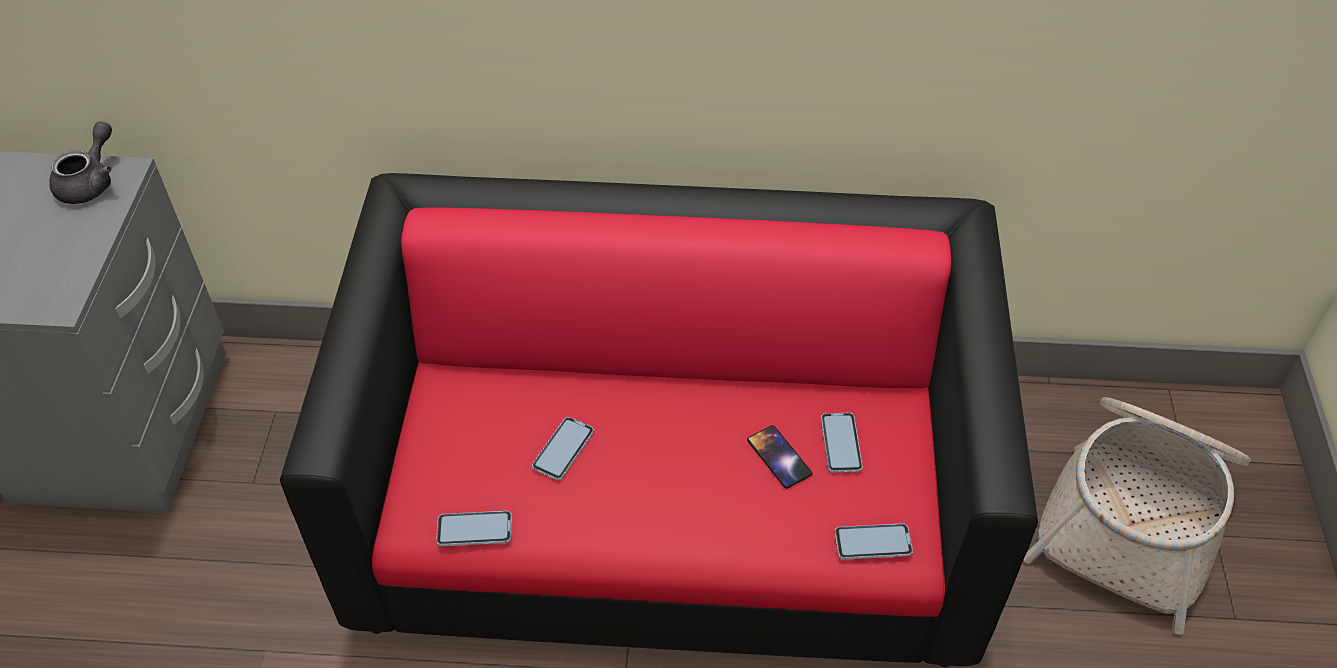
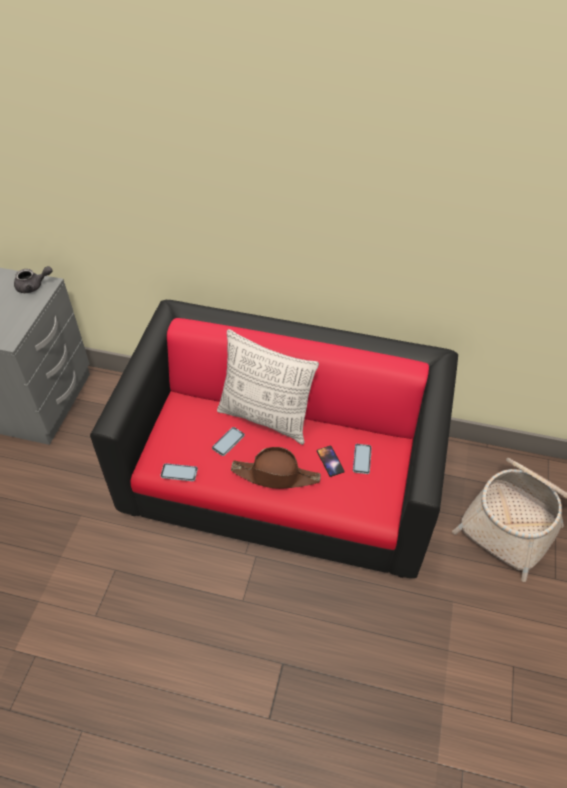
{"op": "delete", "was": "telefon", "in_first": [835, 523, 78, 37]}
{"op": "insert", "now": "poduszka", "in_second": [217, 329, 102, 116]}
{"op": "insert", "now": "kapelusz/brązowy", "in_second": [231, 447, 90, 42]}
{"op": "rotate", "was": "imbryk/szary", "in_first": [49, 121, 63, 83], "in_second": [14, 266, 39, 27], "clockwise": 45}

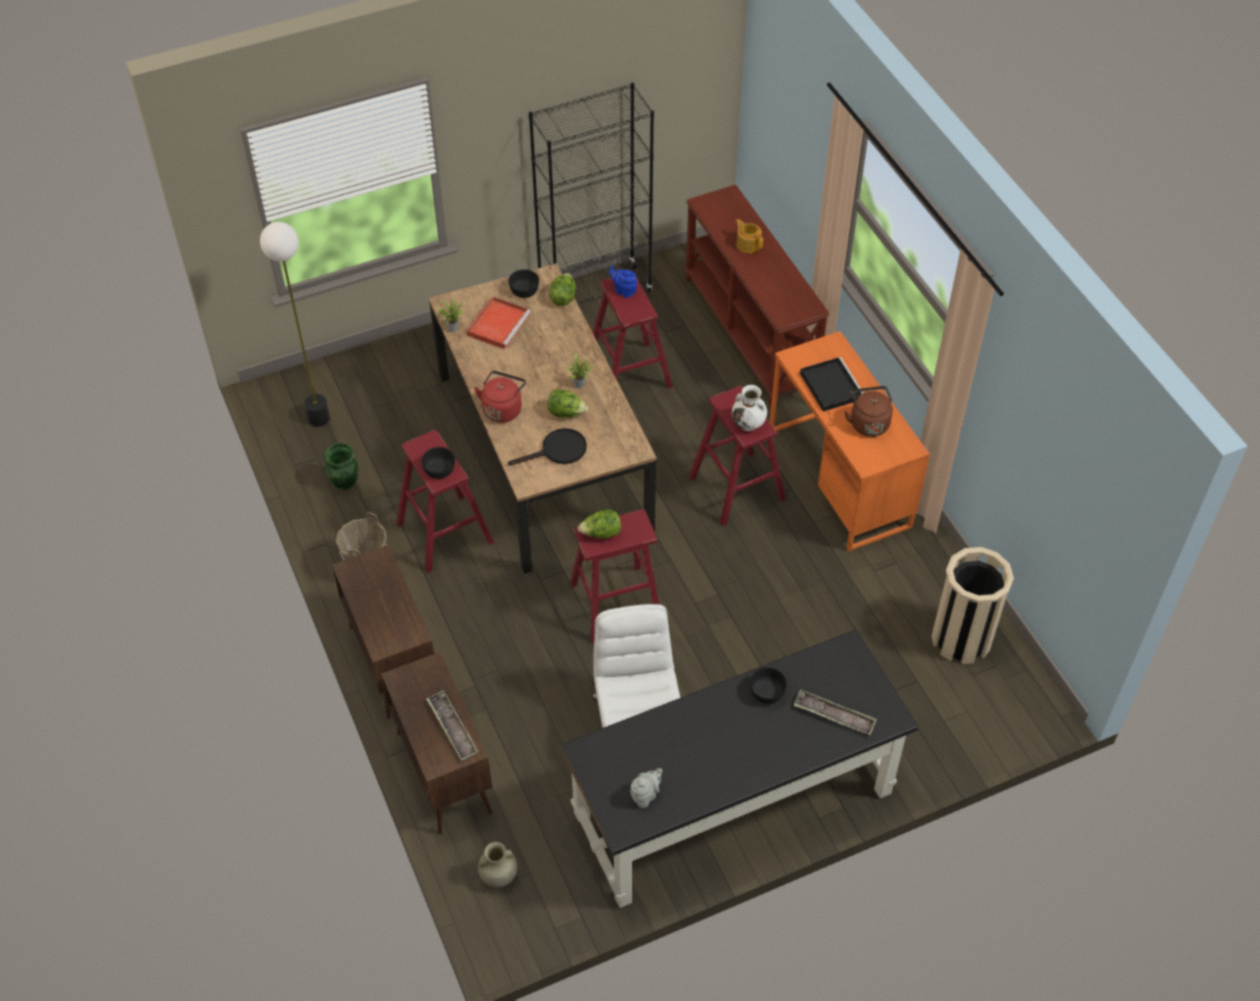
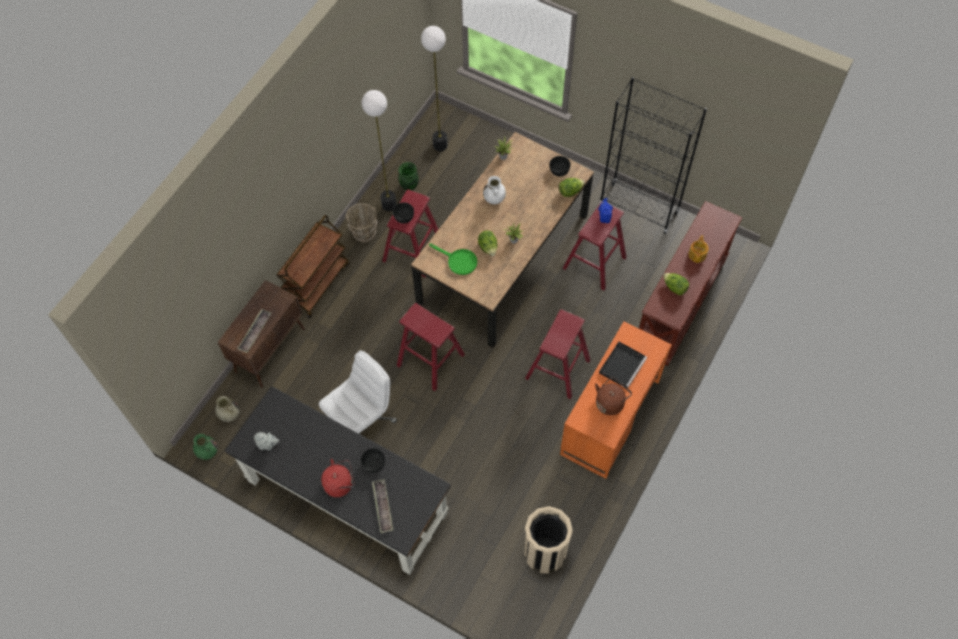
{"op": "delete", "was": "taca/czerwony", "in_first": [467, 296, 64, 53]}
{"op": "insert", "now": "wazon/zielony", "in_second": [193, 434, 25, 26]}
{"op": "insert", "now": "lampa stojąca", "in_second": [362, 90, 35, 121]}
{"op": "move", "was": "czajnik/czerwony", "in_first": [474, 371, 52, 52], "in_second": [321, 459, 34, 38]}
{"op": "move", "was": "sałata", "in_first": [578, 509, 43, 30], "in_second": [663, 273, 26, 22]}
{"op": "move", "was": "wazon/biały", "in_first": [732, 385, 35, 46], "in_second": [483, 176, 23, 28]}
{"op": "replace", "was": "szafka/brązowy", "now": "wózek/brązowy", "in_first": [332, 545, 102, 174], "in_second": [276, 215, 73, 103]}
{"op": "recolor", "was": "patelnia/czarny", "now": "patelnia/zielony", "in_first": [508, 428, 79, 37], "in_second": [429, 244, 48, 31]}

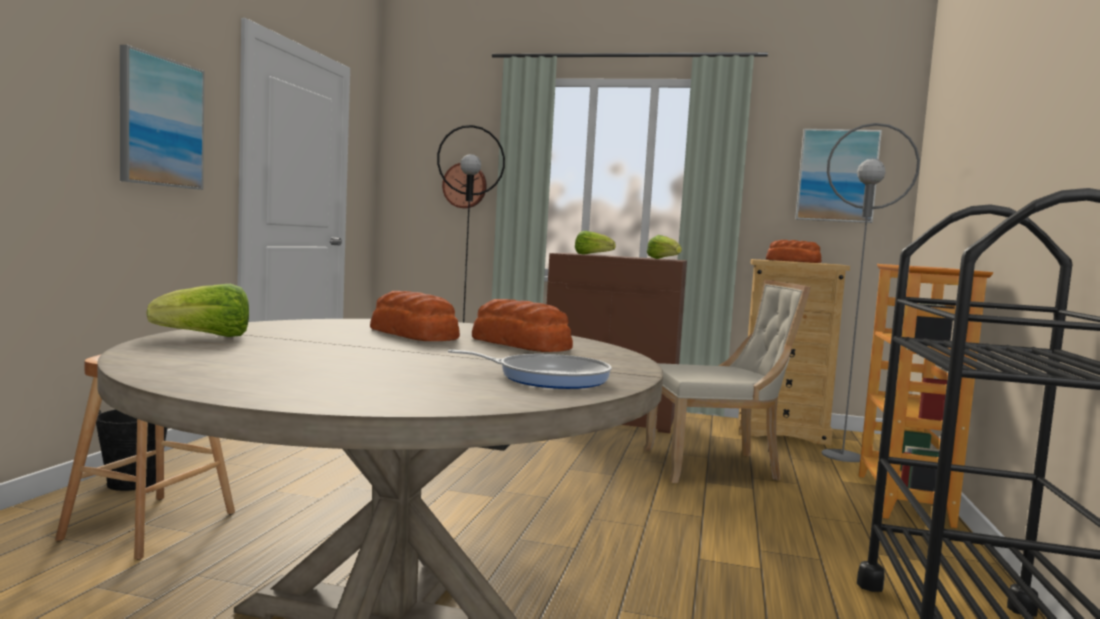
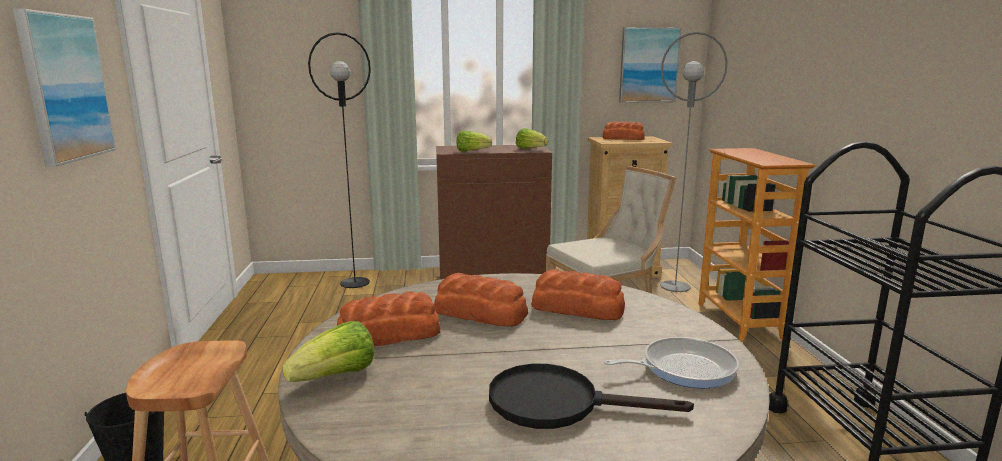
{"op": "delete", "was": "zegar ścienny", "in_first": [442, 163, 45, 45]}
{"op": "insert", "now": "chleb", "in_second": [337, 291, 103, 55]}
{"op": "insert", "now": "patelnia/czarny", "in_second": [489, 364, 205, 65]}

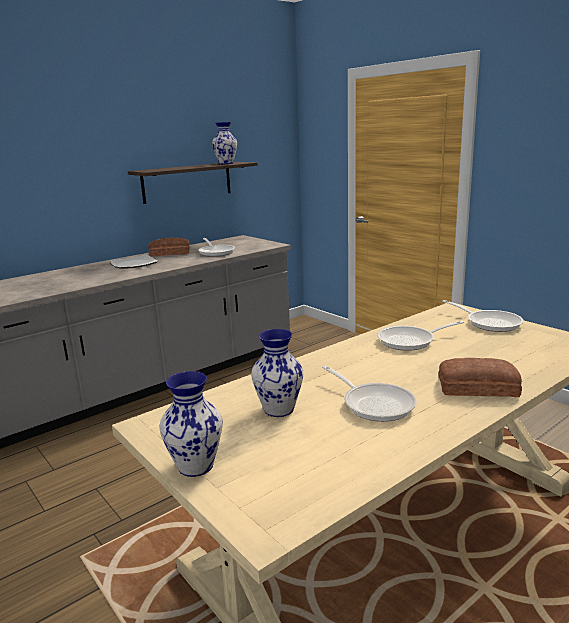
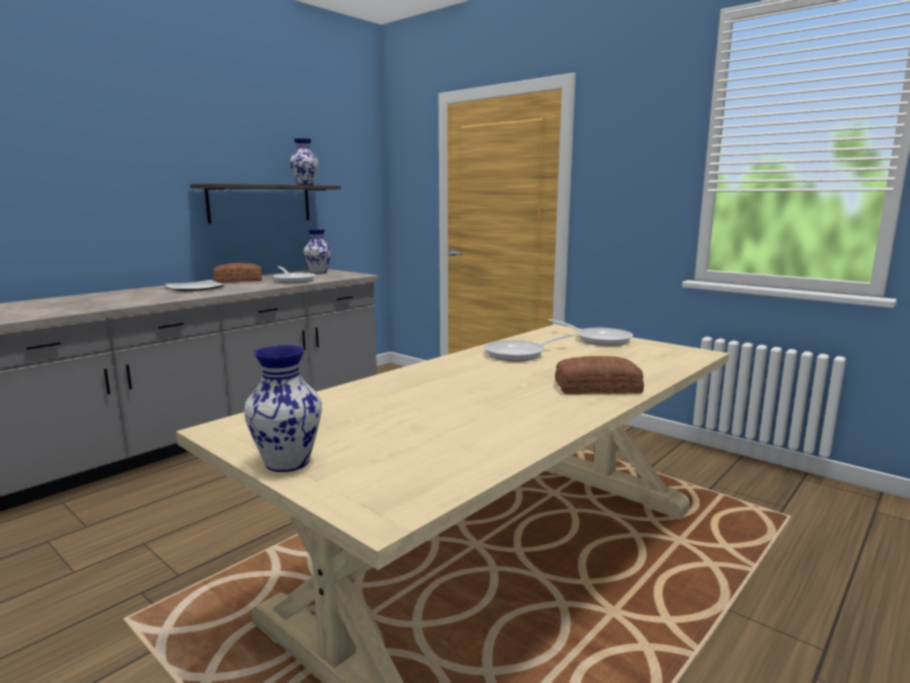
{"op": "delete", "was": "patelnia", "in_first": [322, 365, 95, 57]}
{"op": "move", "was": "wazon", "in_first": [251, 329, 52, 88], "in_second": [304, 229, 28, 45]}

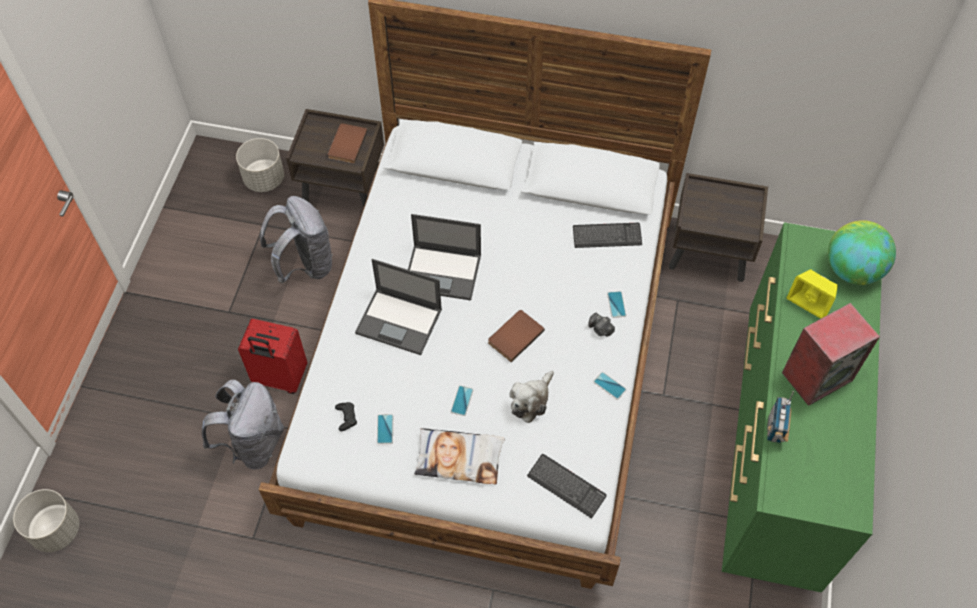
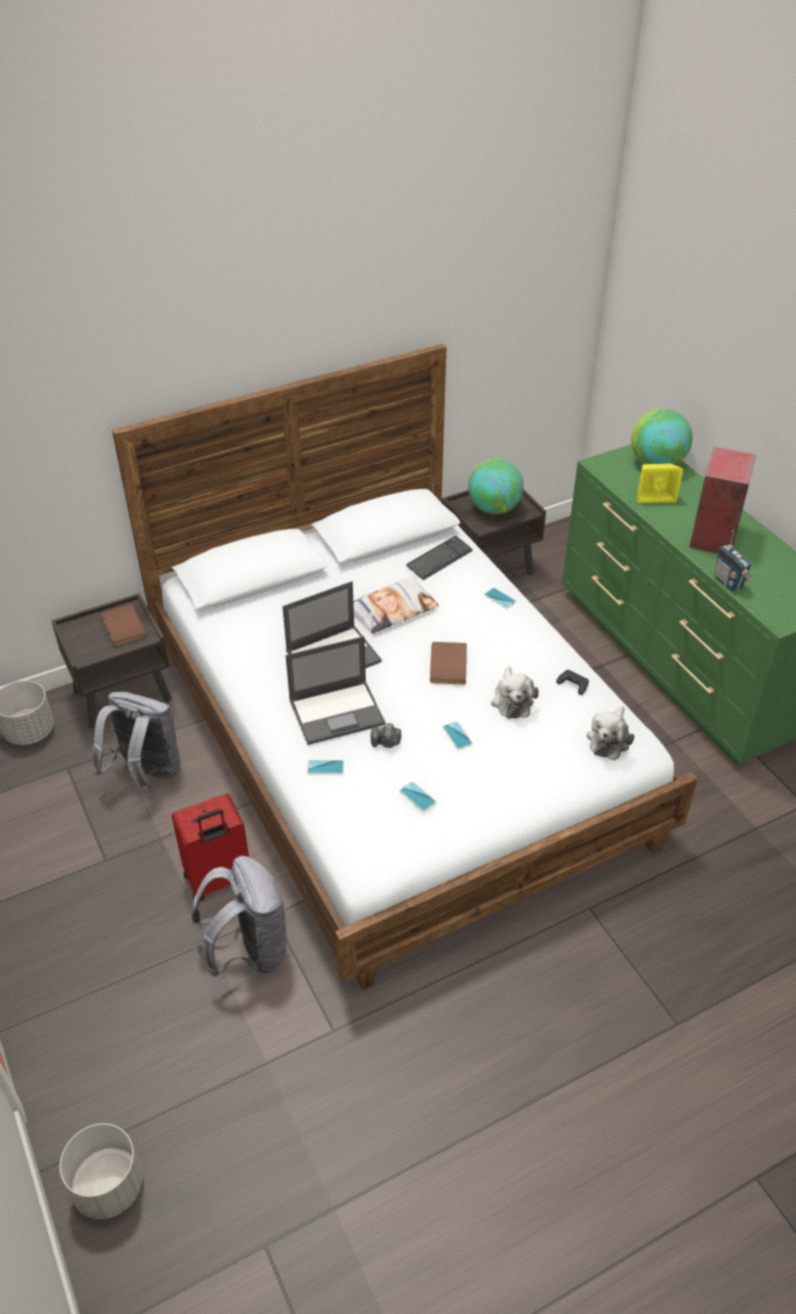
{"op": "insert", "now": "globus", "in_second": [468, 459, 56, 55]}
{"op": "move", "was": "pad do gier/czarny", "in_first": [335, 402, 22, 29], "in_second": [556, 670, 33, 25]}
{"op": "move", "was": "poduszka", "in_first": [414, 428, 91, 56], "in_second": [353, 576, 86, 58]}
{"op": "move", "was": "aparat fotograficzny", "in_first": [589, 313, 26, 24], "in_second": [370, 723, 31, 25]}
{"op": "move", "was": "telefon", "in_first": [593, 372, 33, 28], "in_second": [307, 760, 37, 14]}
{"op": "replace", "was": "klawiatura", "now": "pluszak", "in_first": [527, 454, 80, 65], "in_second": [587, 706, 47, 54]}

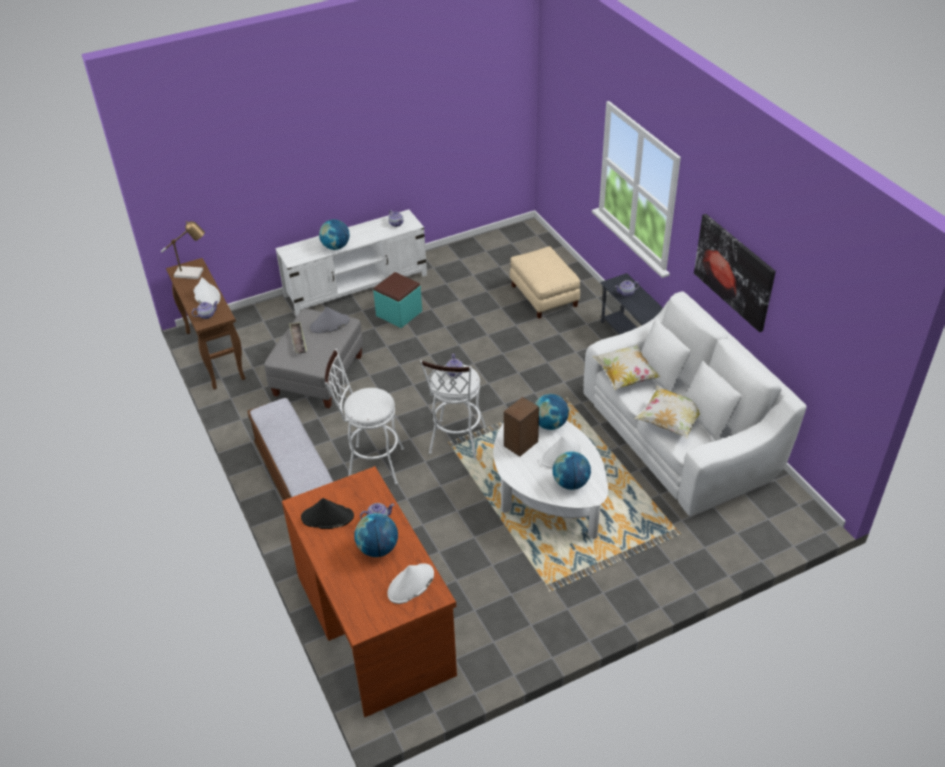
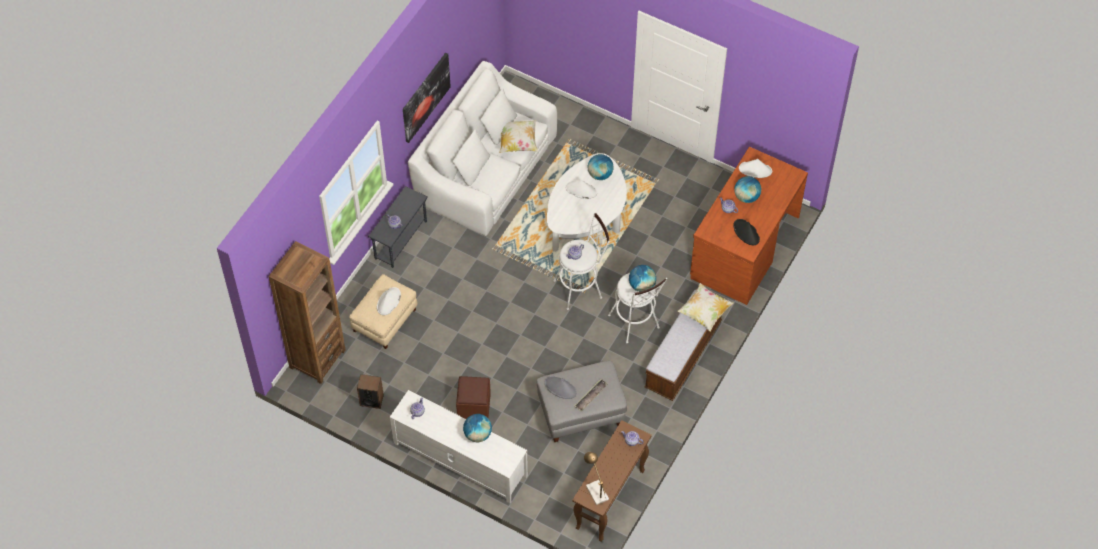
{"op": "insert", "now": "regał/brązowy", "in_second": [268, 241, 78, 143]}
{"op": "move", "was": "kapelusz/biały", "in_first": [194, 277, 26, 28], "in_second": [377, 287, 24, 28]}
{"op": "move", "was": "głośnik", "in_first": [504, 397, 35, 59], "in_second": [357, 374, 27, 35]}
{"op": "move", "was": "globus", "in_first": [535, 394, 34, 36], "in_second": [629, 265, 27, 27]}
{"op": "move", "was": "poduszka", "in_first": [592, 345, 68, 45], "in_second": [678, 283, 56, 49]}
{"op": "recolor", "was": "pufa/turkusowy", "now": "pufa/brązowy", "in_first": [373, 272, 49, 56], "in_second": [456, 376, 35, 43]}

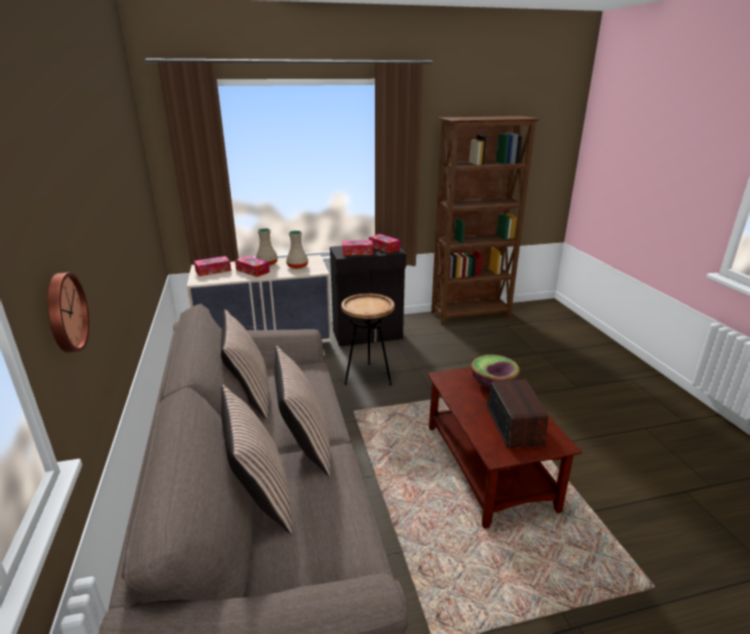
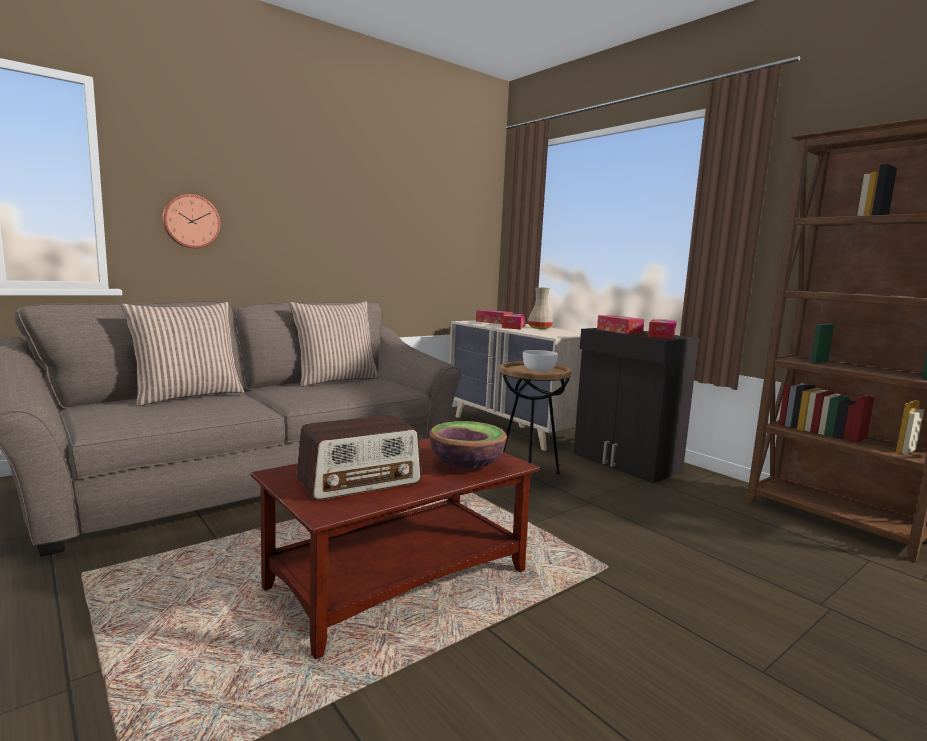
{"op": "delete", "was": "poduszka", "in_first": [274, 346, 57, 130]}
{"op": "delete", "was": "wazon/beżowy", "in_first": [286, 230, 22, 39]}
{"op": "insert", "now": "miska/biały", "in_second": [523, 350, 35, 21]}

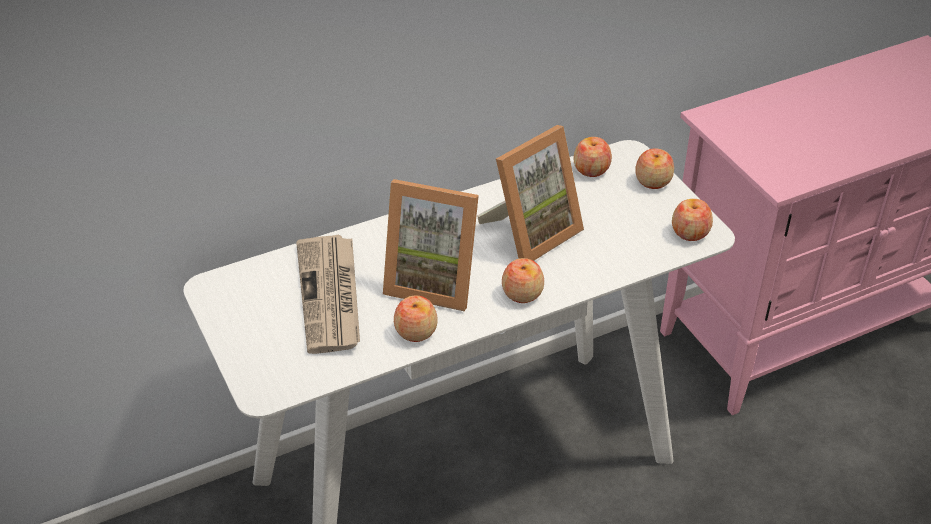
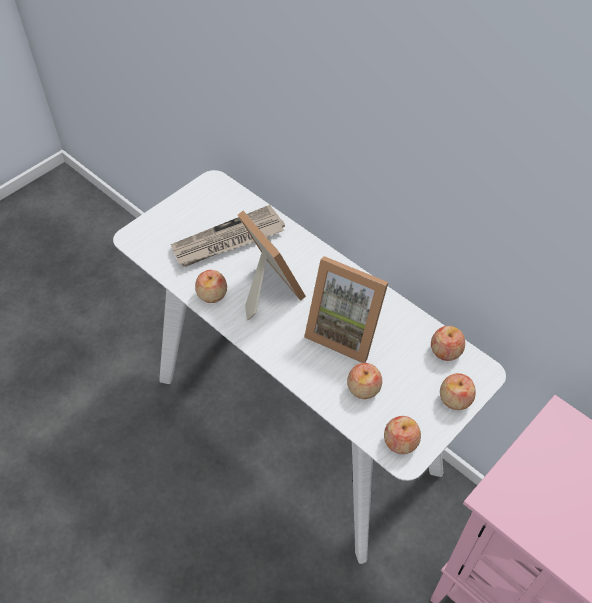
{"op": "move", "was": "jabłko", "in_first": [502, 258, 42, 45], "in_second": [347, 363, 35, 36]}
{"op": "rotate", "was": "ramka na zdjęcie", "in_first": [383, 179, 96, 132], "in_second": [238, 211, 68, 109], "clockwise": 150}

